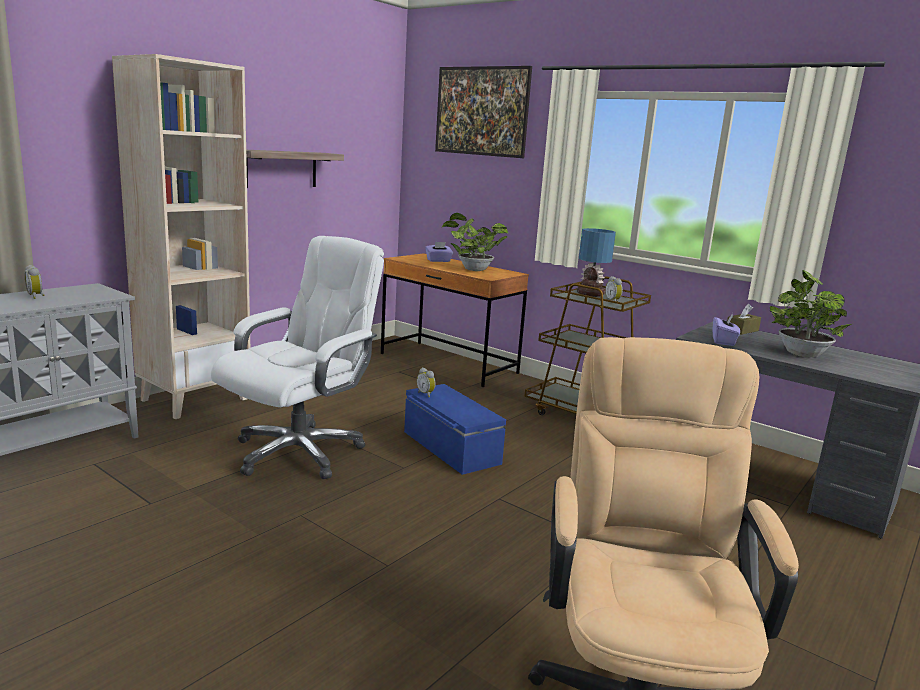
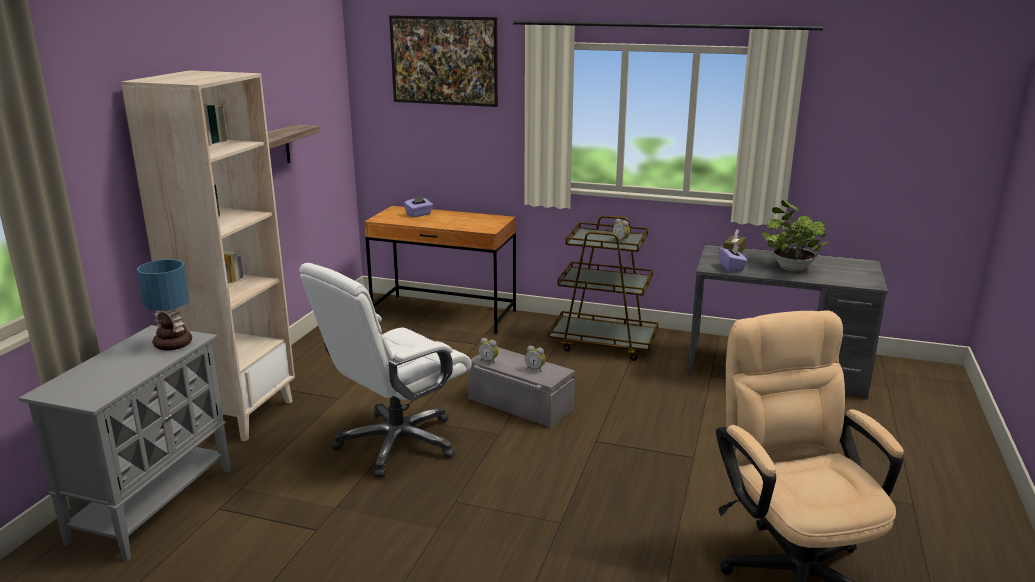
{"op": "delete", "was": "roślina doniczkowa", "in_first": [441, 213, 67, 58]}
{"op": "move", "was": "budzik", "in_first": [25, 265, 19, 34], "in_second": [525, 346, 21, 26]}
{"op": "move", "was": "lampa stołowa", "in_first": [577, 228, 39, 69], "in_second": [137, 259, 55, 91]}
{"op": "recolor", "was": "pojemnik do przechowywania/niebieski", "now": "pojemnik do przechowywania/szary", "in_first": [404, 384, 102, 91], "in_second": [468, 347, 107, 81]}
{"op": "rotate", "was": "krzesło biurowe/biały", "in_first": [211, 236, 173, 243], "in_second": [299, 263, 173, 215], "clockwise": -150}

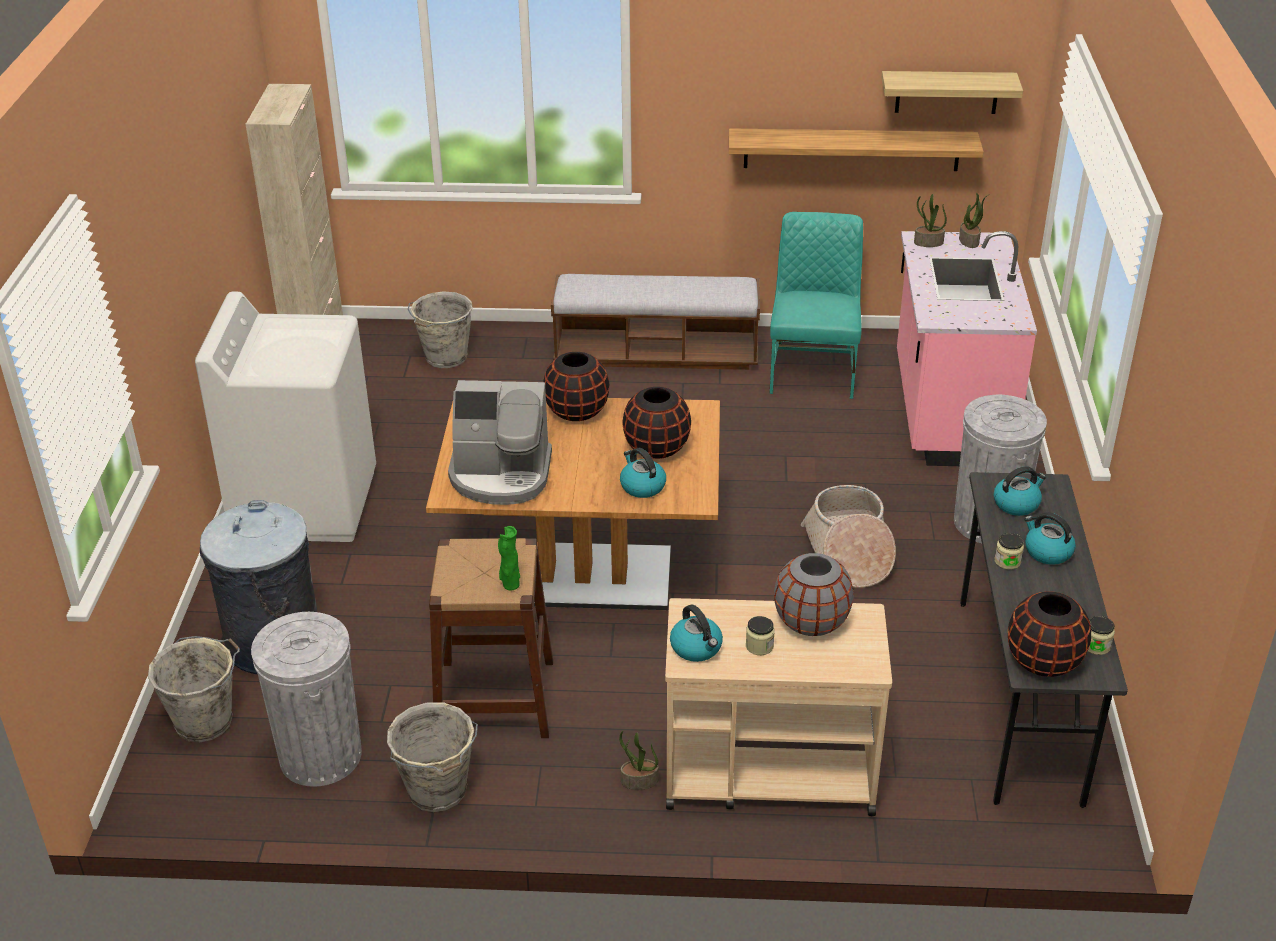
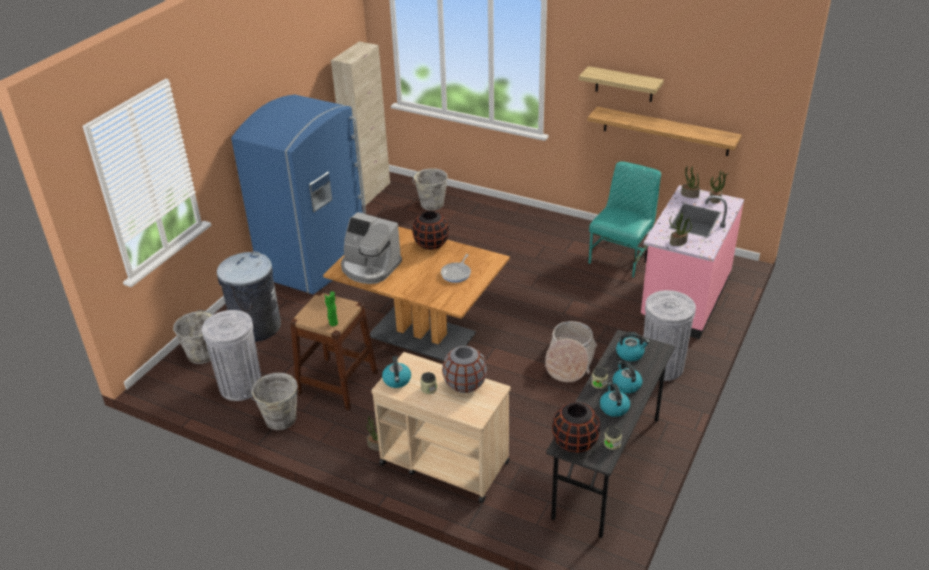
{"op": "delete", "was": "ławka", "in_first": [551, 274, 209, 96]}
{"op": "insert", "now": "roślina doniczkowa", "in_second": [669, 213, 23, 33]}
{"op": "move", "was": "czajnik", "in_first": [620, 448, 46, 50], "in_second": [600, 383, 30, 34]}
{"op": "move", "was": "półka", "in_first": [882, 71, 141, 43], "in_second": [579, 66, 85, 36]}
{"op": "replace", "was": "pralka/biały", "now": "lodówka/niebieski", "in_first": [195, 292, 181, 250], "in_second": [231, 95, 135, 199]}
{"op": "replace", "was": "wazon/czarny", "now": "patelnia", "in_first": [623, 387, 68, 72], "in_second": [441, 254, 30, 29]}

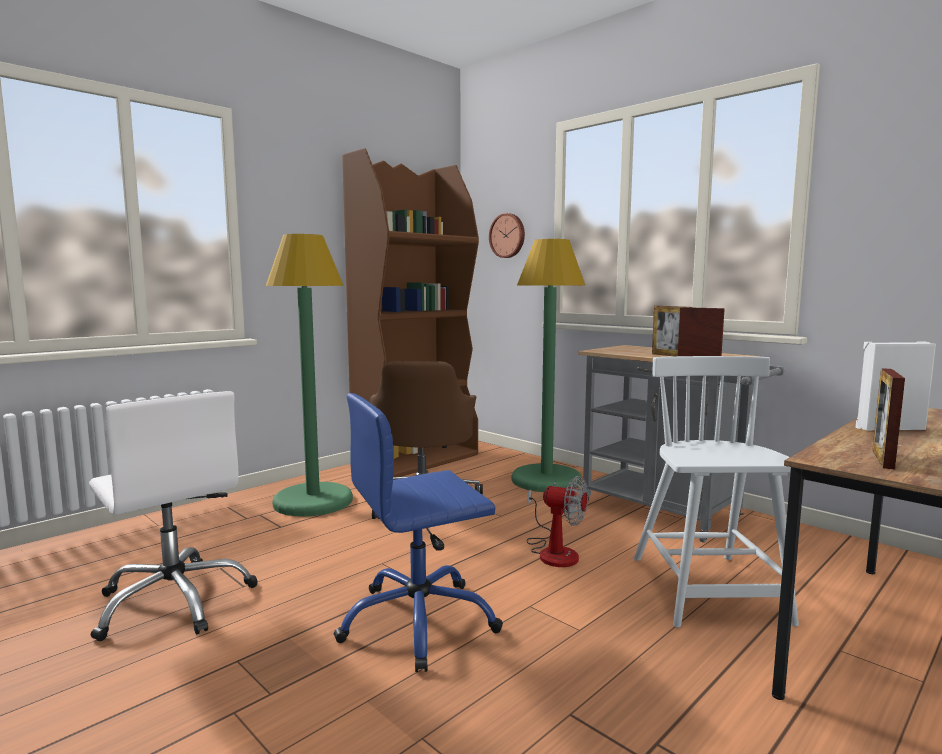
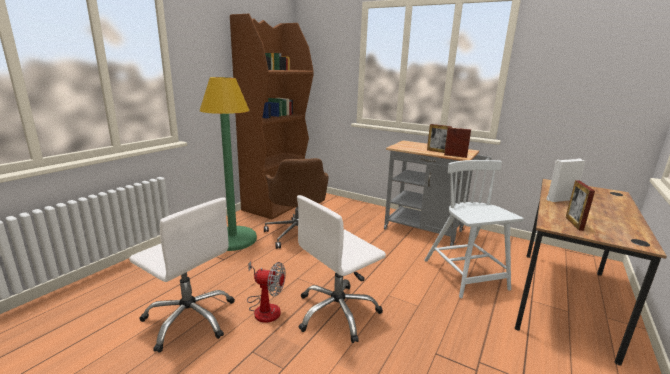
{"op": "delete", "was": "zegar ścienny", "in_first": [489, 213, 36, 45]}
{"op": "delete", "was": "lampa stojąca/zielony", "in_first": [512, 239, 73, 253]}
{"op": "move", "was": "wentylator", "in_first": [527, 476, 61, 91], "in_second": [247, 261, 39, 62]}
{"op": "recolor", "was": "krzesło biurowe/niebieski", "now": "krzesło biurowe/biały", "in_first": [334, 393, 169, 279], "in_second": [297, 195, 89, 148]}

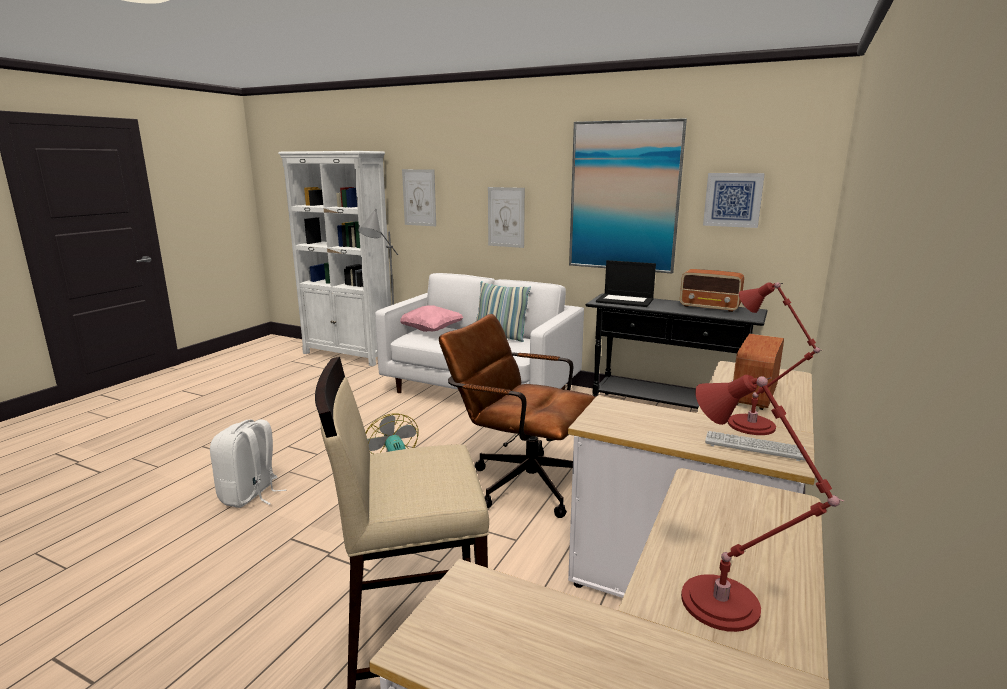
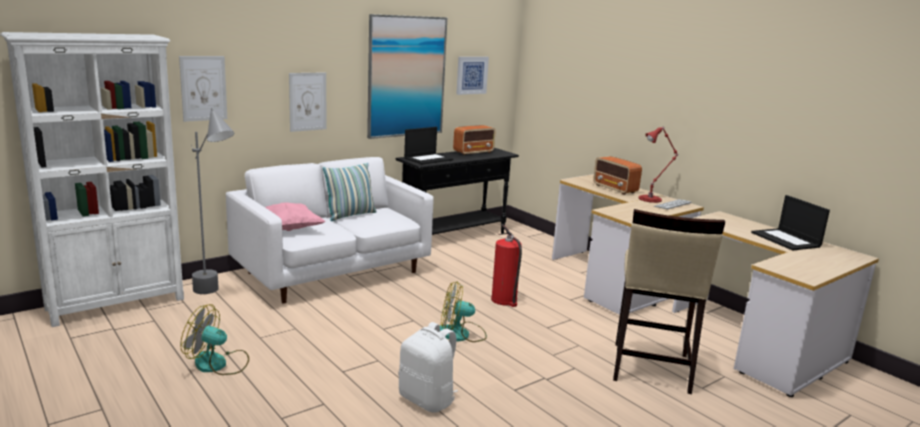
{"op": "insert", "now": "wentylator", "in_second": [180, 304, 69, 71]}
{"op": "replace", "was": "krzesło biurowe/brązowy", "now": "gaśnica", "in_first": [439, 314, 157, 204], "in_second": [491, 224, 31, 83]}
{"op": "replace", "was": "lampa stołowa/czerwony", "now": "laptop", "in_first": [681, 375, 163, 257], "in_second": [751, 195, 79, 56]}

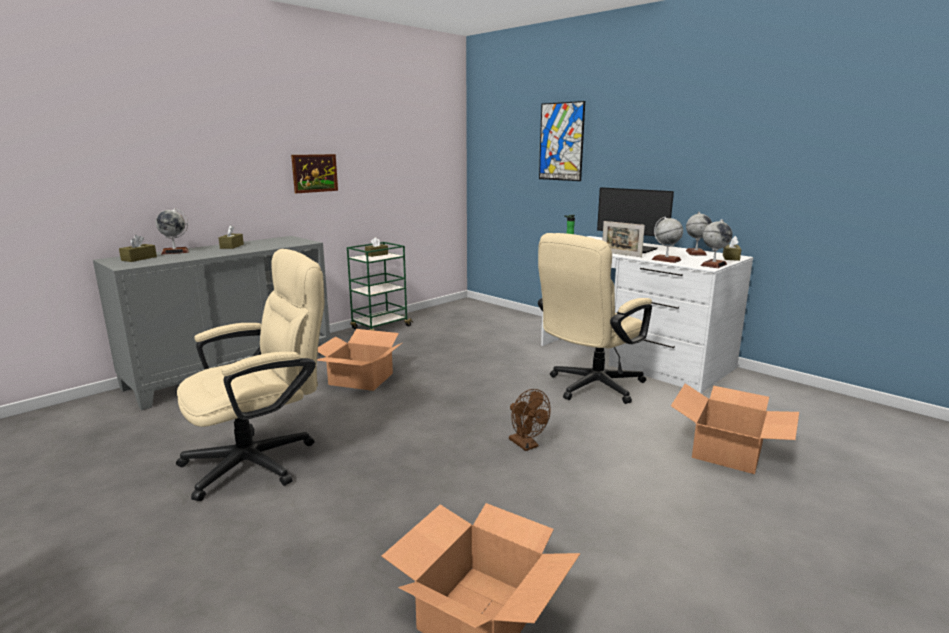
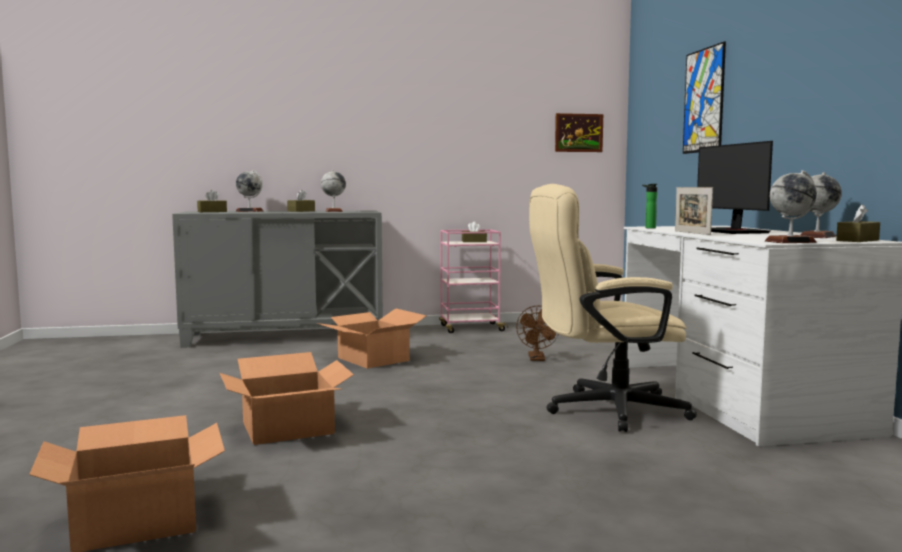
{"op": "delete", "was": "krzesło biurowe/beżowy", "in_first": [176, 249, 148, 252]}
{"op": "move", "was": "obraz", "in_first": [291, 154, 47, 39], "in_second": [555, 113, 48, 39]}
{"op": "move", "was": "wentylator/brązowy", "in_first": [509, 389, 42, 62], "in_second": [516, 306, 43, 55]}
{"op": "move", "was": "globus", "in_first": [652, 216, 31, 47], "in_second": [321, 170, 25, 42]}
{"op": "move", "was": "karton", "in_first": [671, 384, 128, 90], "in_second": [220, 352, 134, 93]}
{"op": "recolor", "was": "wózek/zielony", "now": "wózek/różowy", "in_first": [347, 242, 66, 89], "in_second": [439, 229, 69, 104]}

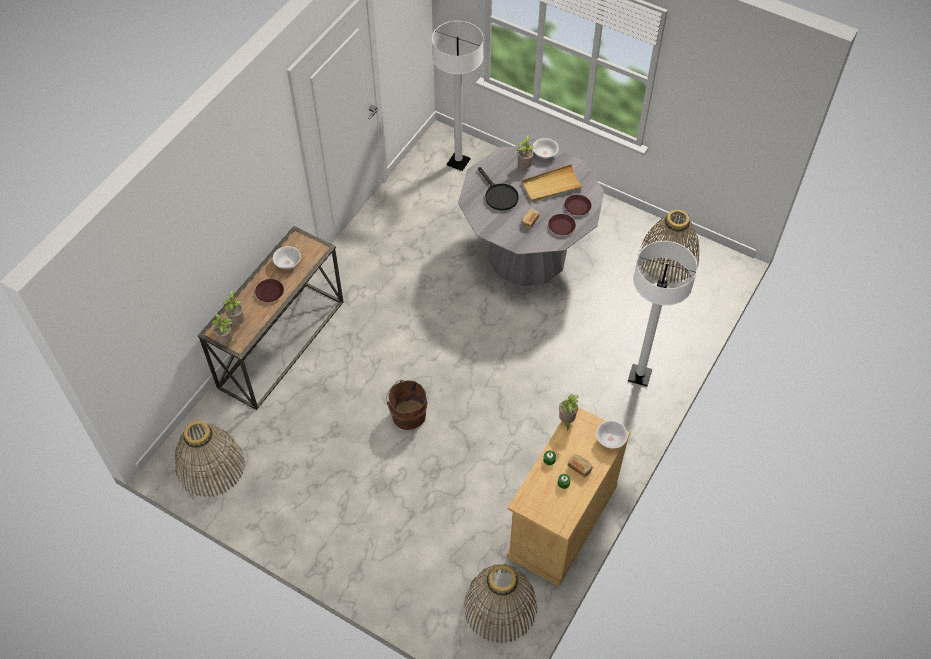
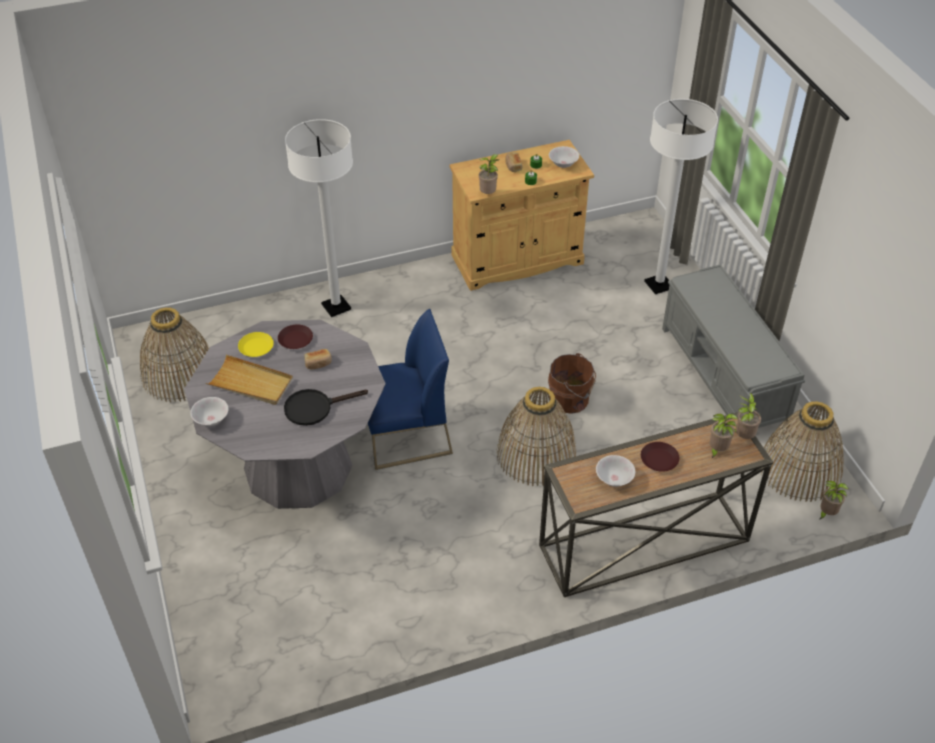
{"op": "insert", "now": "krzesło/niebieski", "in_second": [368, 309, 85, 161]}
{"op": "insert", "now": "ławka/szary", "in_second": [662, 264, 143, 164]}
{"op": "move", "was": "lampa stojąca/biały", "in_first": [432, 21, 52, 150], "in_second": [644, 99, 74, 195]}
{"op": "move", "was": "koszyk", "in_first": [464, 564, 73, 79], "in_second": [496, 387, 80, 99]}
{"op": "move", "was": "roślina doniczkowa", "in_first": [517, 135, 18, 33], "in_second": [819, 481, 30, 39]}
{"op": "move", "was": "miska/biały", "in_first": [596, 421, 32, 27], "in_second": [549, 146, 30, 22]}
{"op": "recolor", "was": "talerz/brązowy", "now": "talerz/żółty", "in_first": [564, 195, 27, 20], "in_second": [238, 332, 36, 25]}
{"op": "rotate", "was": "patelnia/czarny", "in_first": [478, 167, 41, 43], "in_second": [284, 389, 84, 37], "clockwise": -120}

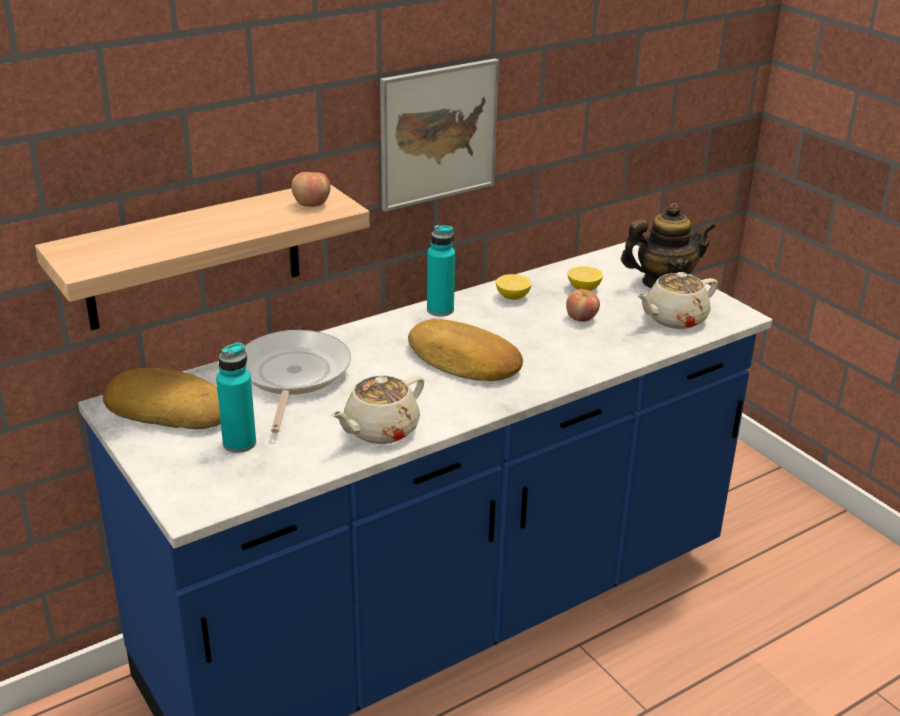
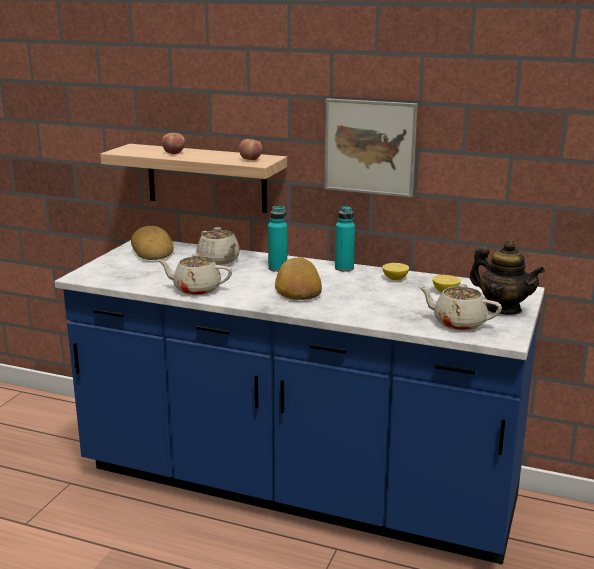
{"op": "move", "was": "butelka/turkusowy", "in_first": [216, 343, 40, 110], "in_second": [268, 206, 19, 66]}
{"op": "move", "was": "jabłko", "in_first": [566, 289, 34, 33], "in_second": [162, 133, 23, 21]}
{"op": "replace", "was": "patelnia", "now": "imbryk/beżowy", "in_first": [245, 330, 106, 103], "in_second": [196, 227, 44, 38]}

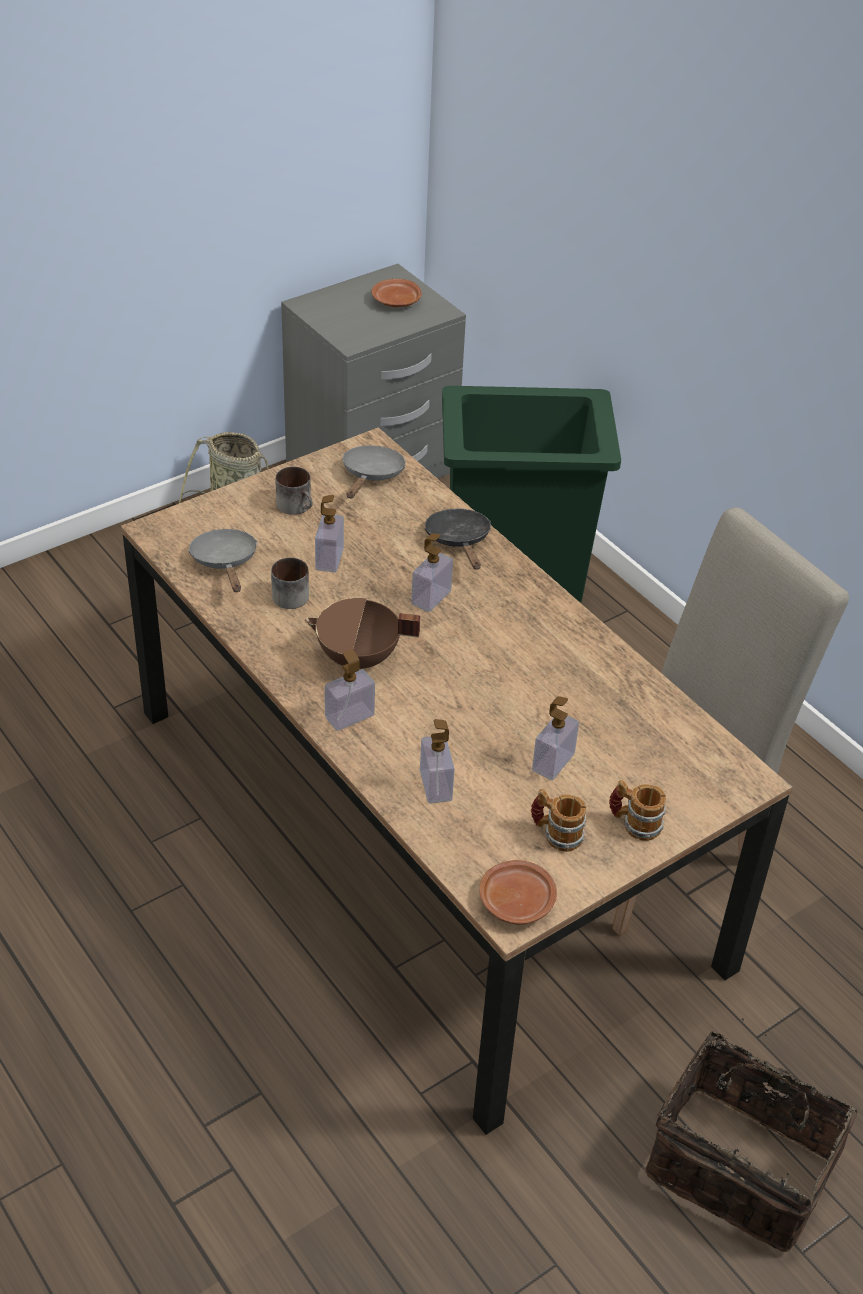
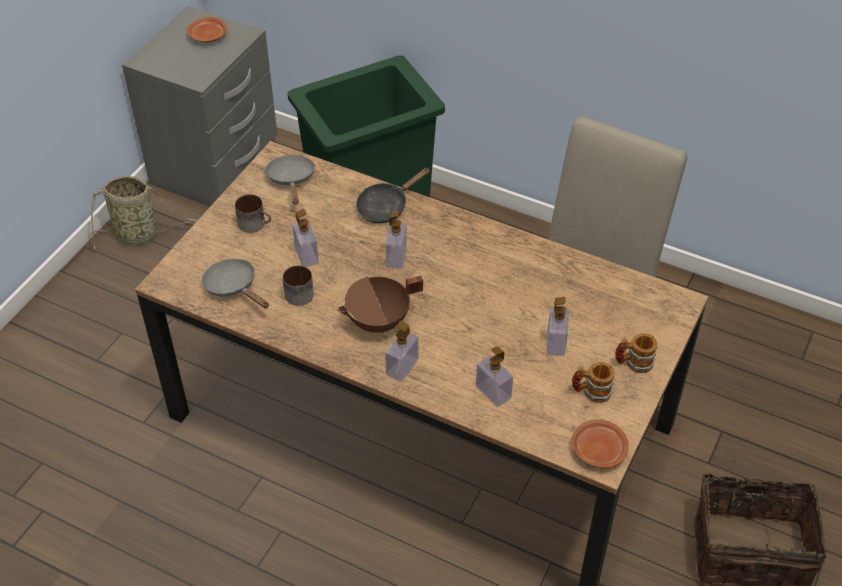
{"op": "rotate", "was": "patelnia/czarny", "in_first": [424, 509, 67, 61], "in_second": [356, 168, 74, 56], "clockwise": -90}

